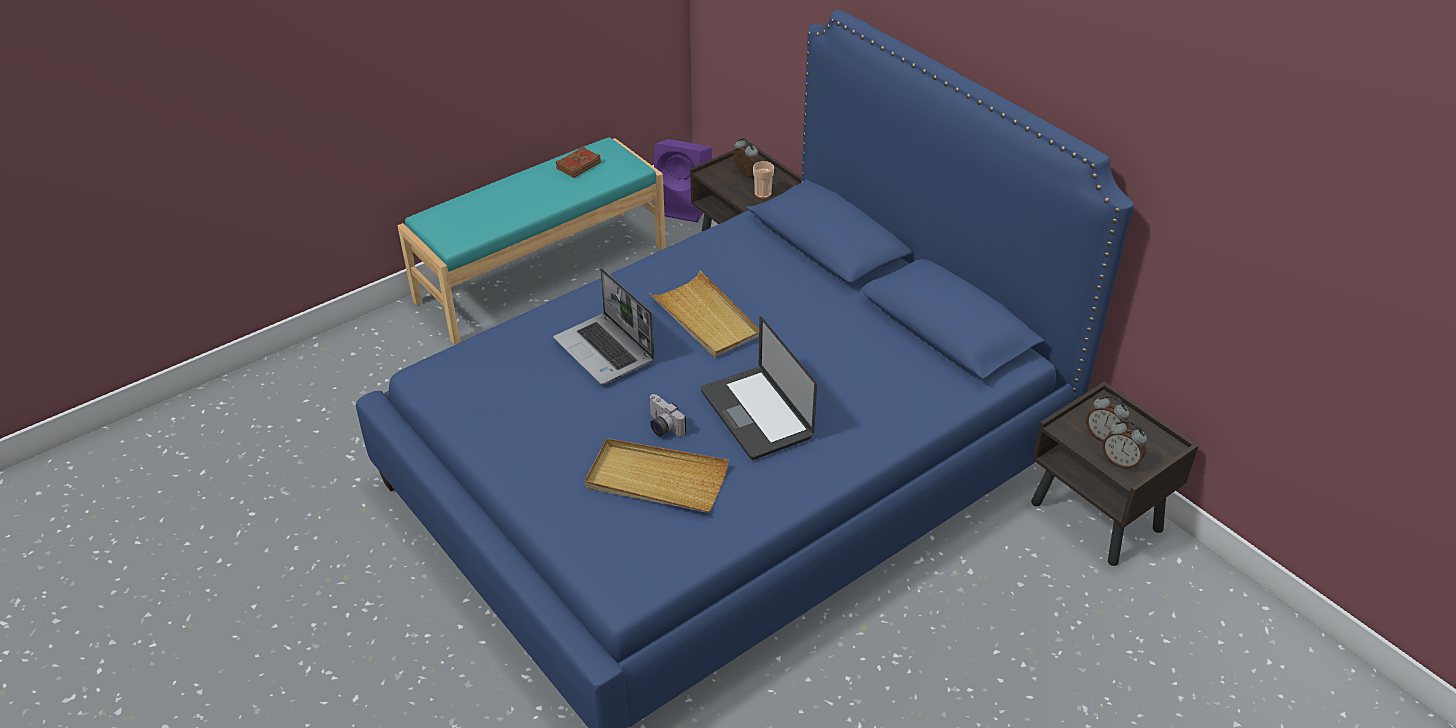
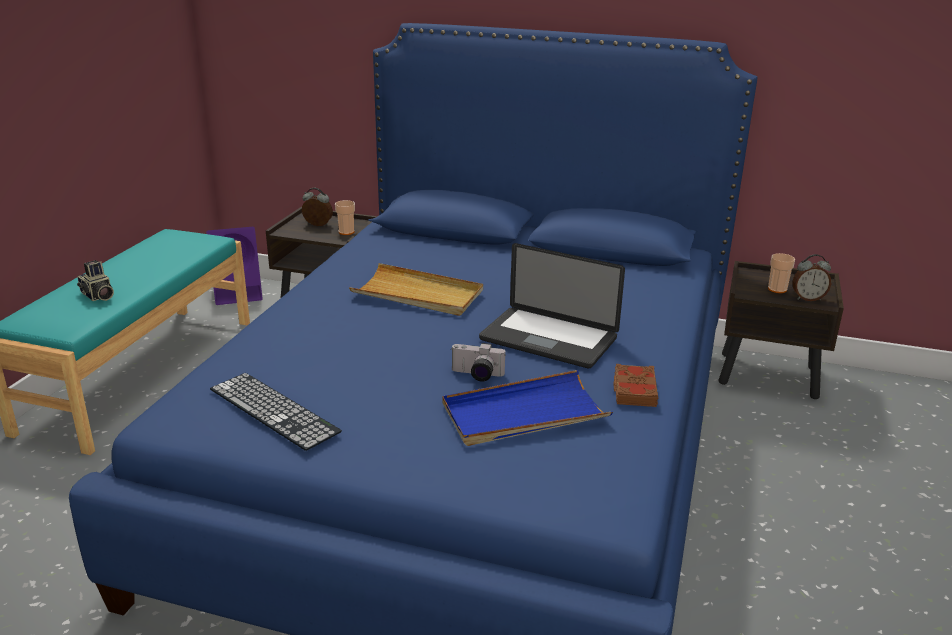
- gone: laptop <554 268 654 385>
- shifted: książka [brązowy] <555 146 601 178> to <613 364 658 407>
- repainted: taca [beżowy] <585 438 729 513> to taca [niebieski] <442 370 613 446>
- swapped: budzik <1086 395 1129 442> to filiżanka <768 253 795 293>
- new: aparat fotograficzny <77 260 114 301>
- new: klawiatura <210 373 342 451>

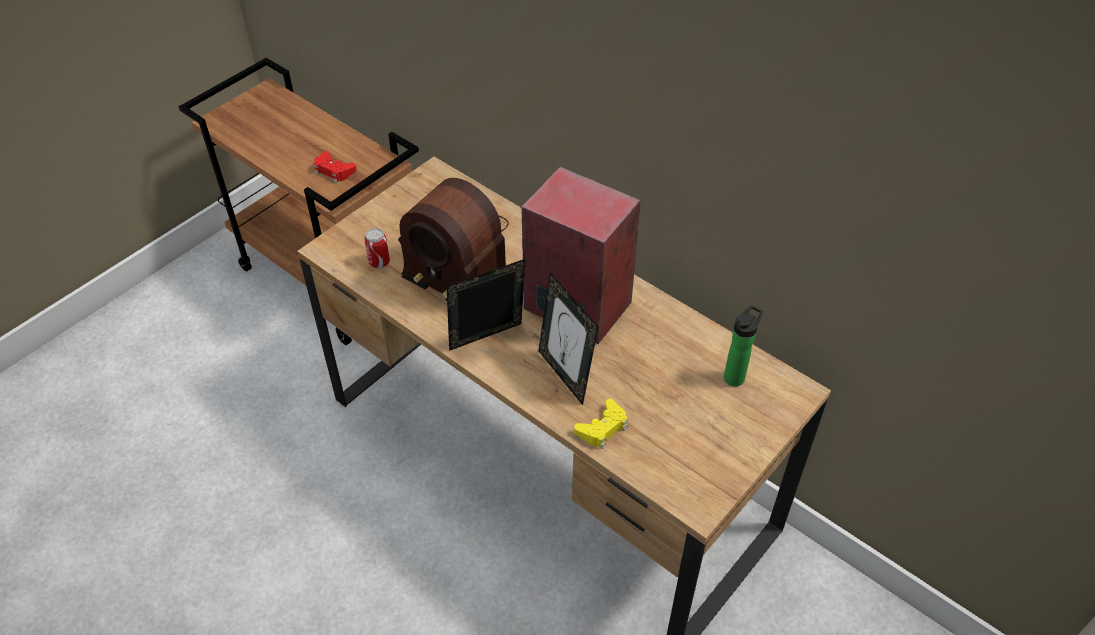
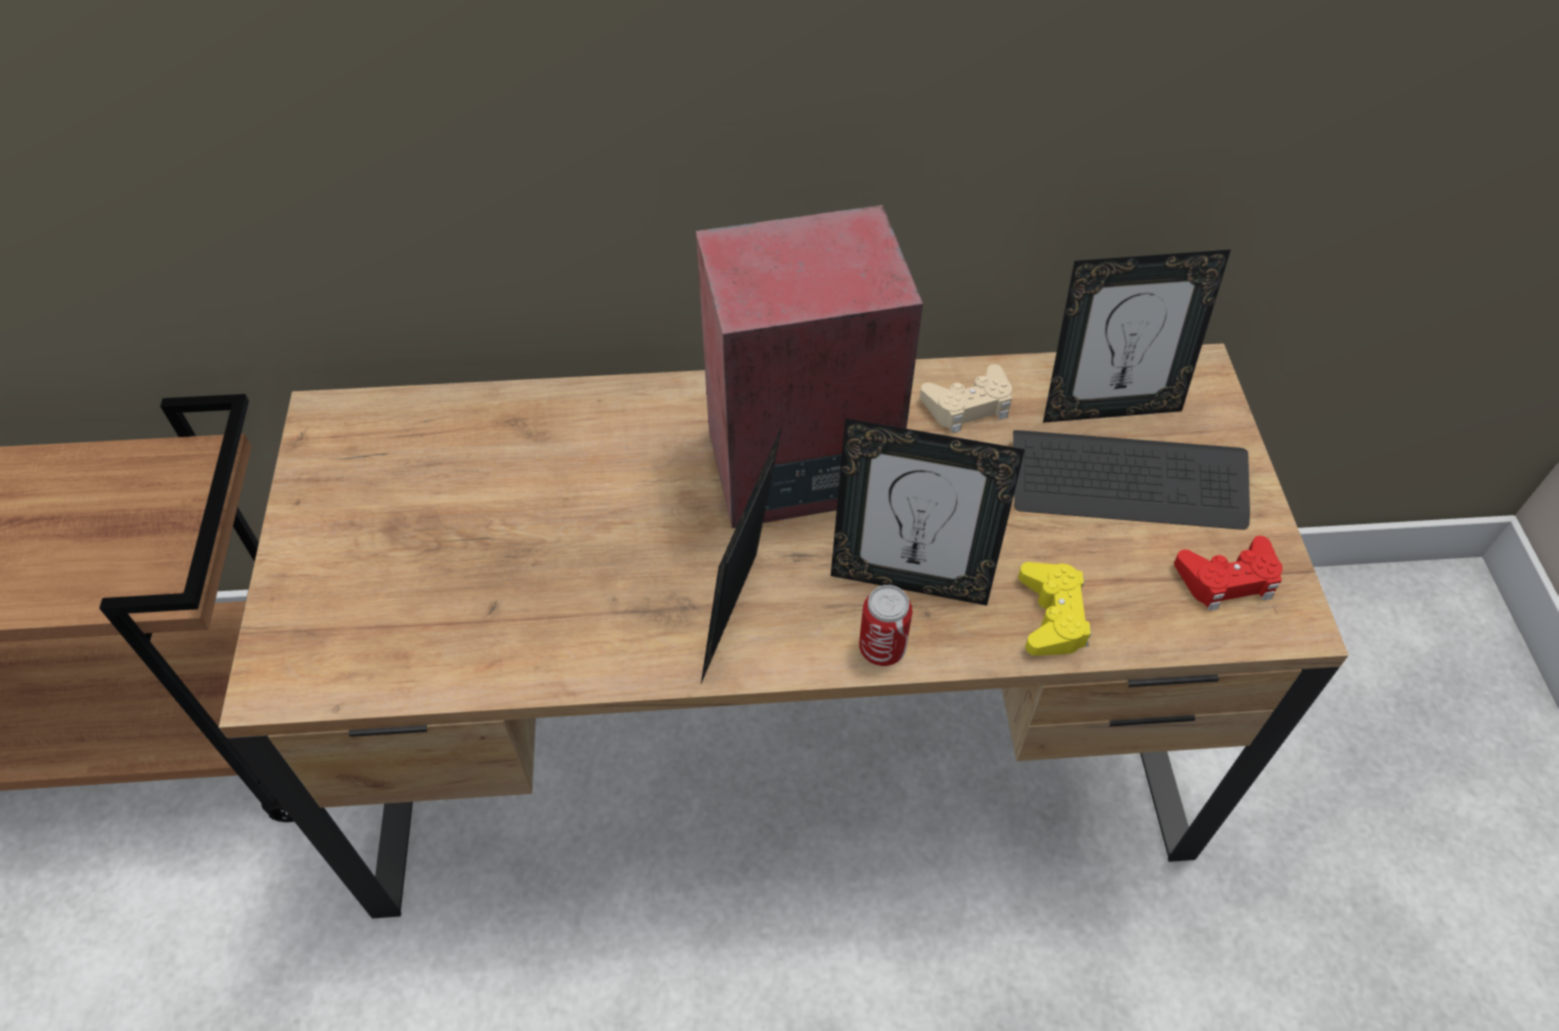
- shifted: pad do gier [czerwony] <314 151 357 183> to <1174 536 1282 611>
- shifted: puszka <364 228 390 268> to <859 585 913 666>
- gone: radio <398 178 509 301>
- swapped: butelka <724 305 763 386> to ramka na zdjęcie <1043 249 1231 423>
- new: pad do gier [beżowy] <920 364 1012 433>
- new: klawiatura <1013 430 1250 530>

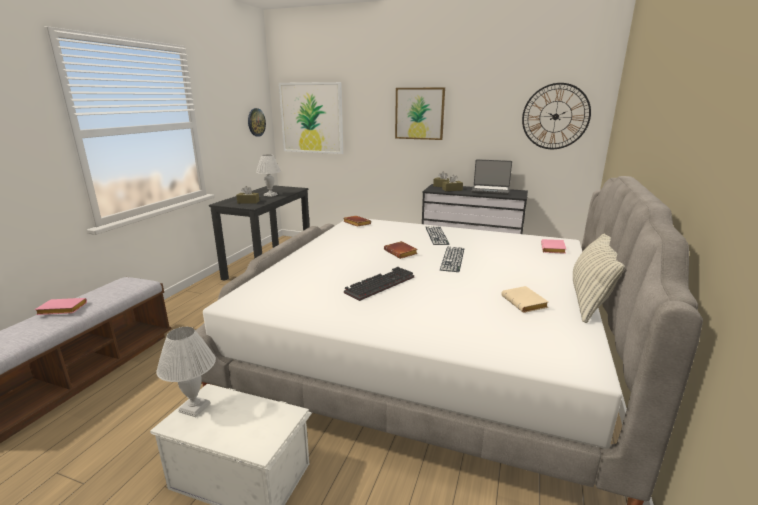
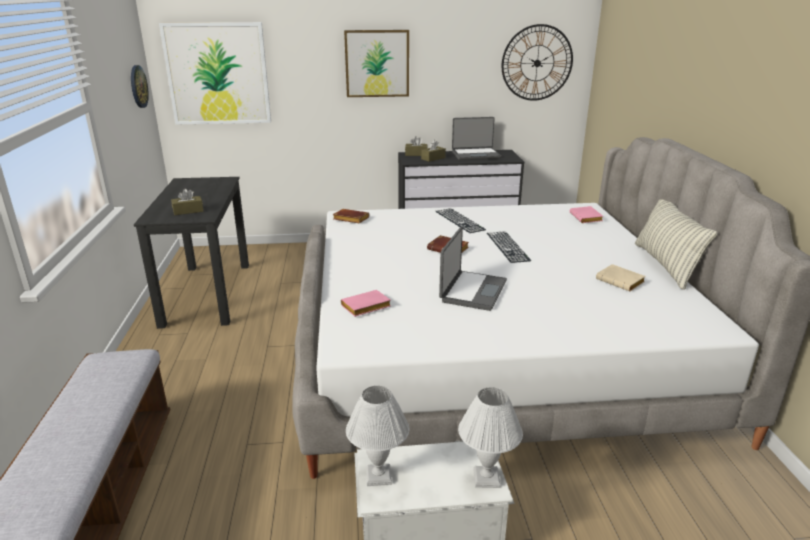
- shifted: książka [różowy] <35 298 87 315> to <341 290 391 317>
- shifted: lampa stołowa [biały] <256 155 281 197> to <458 387 523 488>
- swapped: klawiatura <344 267 414 301> to laptop <439 227 507 311>

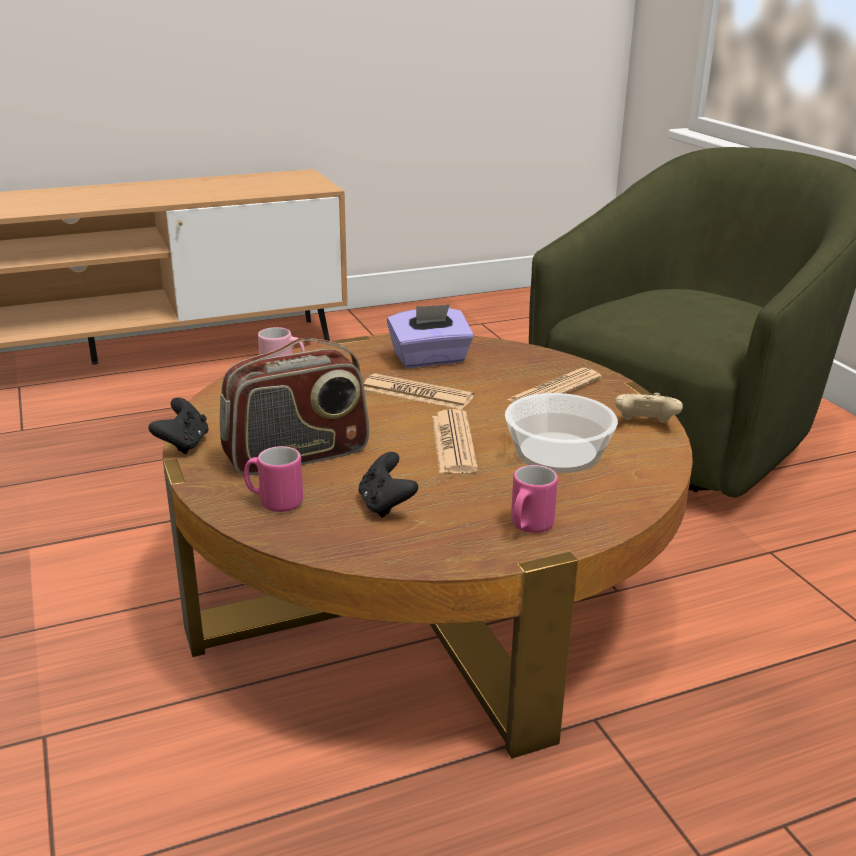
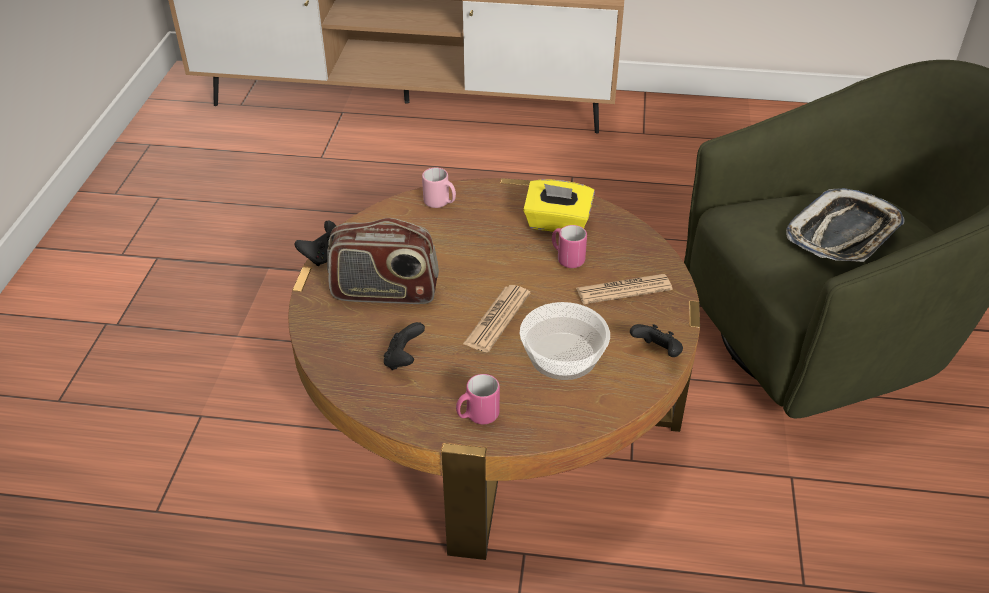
- shifted: kubek [różowy] <244 446 303 512> to <552 225 587 268>
- gone: gazeta <364 373 474 410>
- repainted: pudełko chusteczek [fioletowy] <387 304 474 368> to pudełko chusteczek [żółty] <523 179 595 232>
- repainted: pad do gier [beżowy] <615 393 683 423> to pad do gier [czarny] <630 324 683 357>
- new: taca <786 188 905 262>

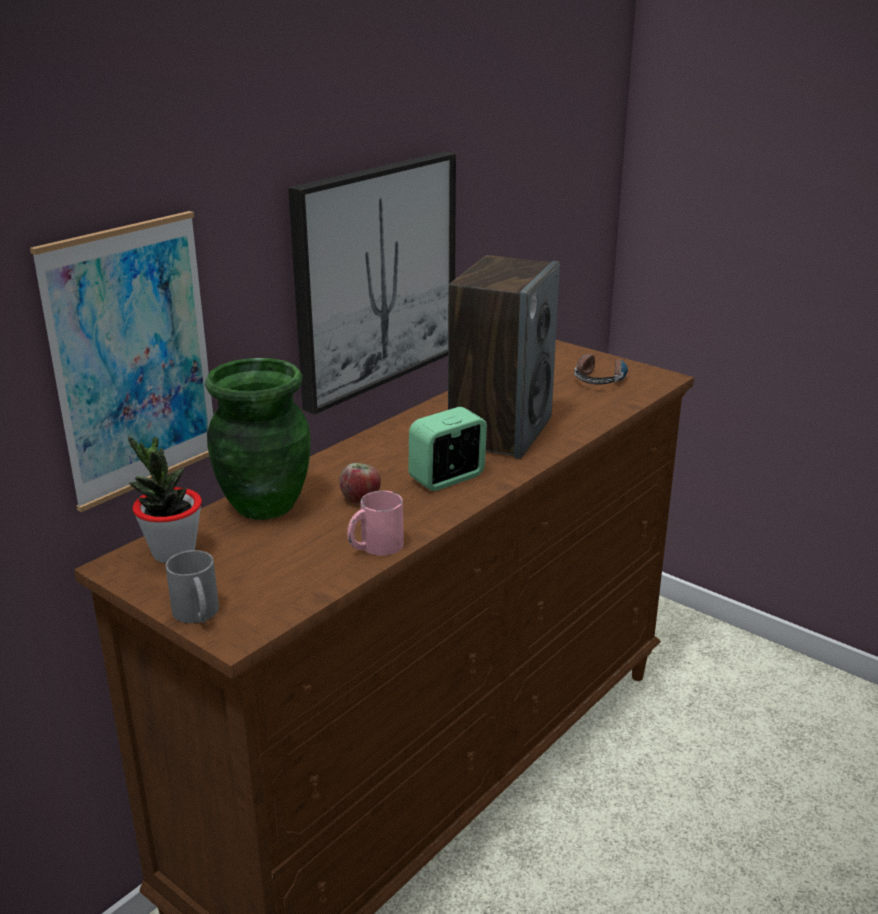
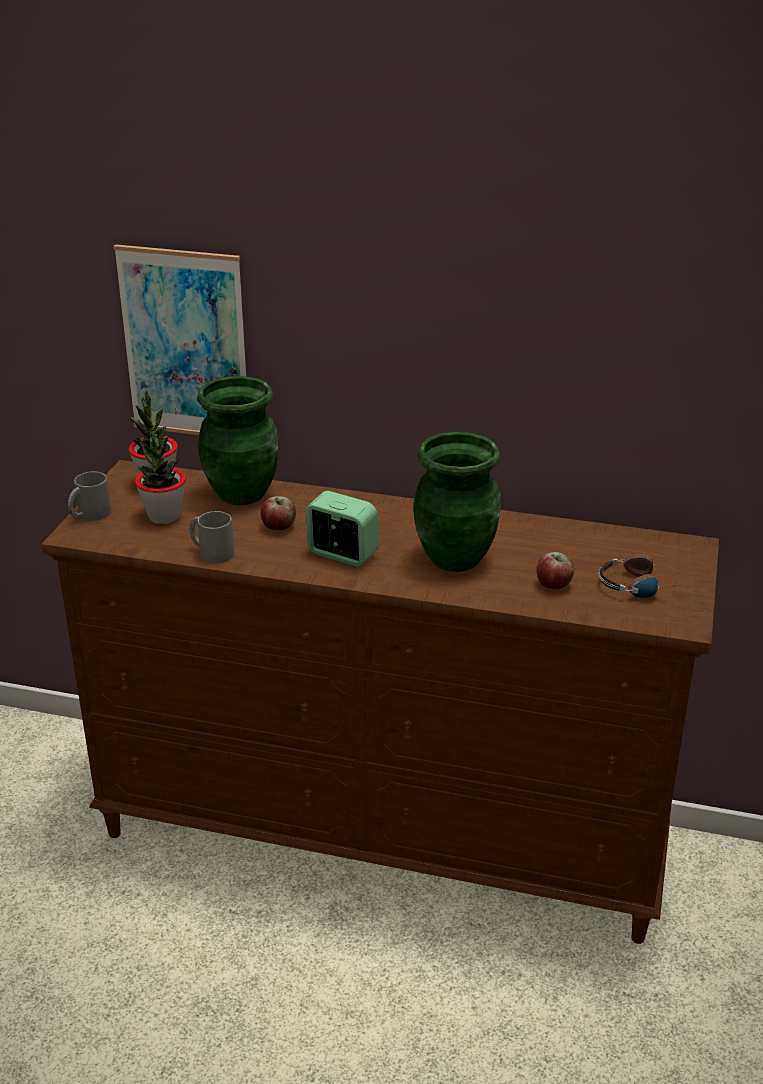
- gone: obraz <288 152 456 415>
- repainted: kubek [różowy] <347 490 404 556> to kubek [szary] <189 511 234 564>
- swapped: głośnik <448 255 560 459> to wazon [zielony] <413 432 501 572>
- new: roślina doniczkowa <135 430 186 524>
- new: jabłko <536 552 574 589>

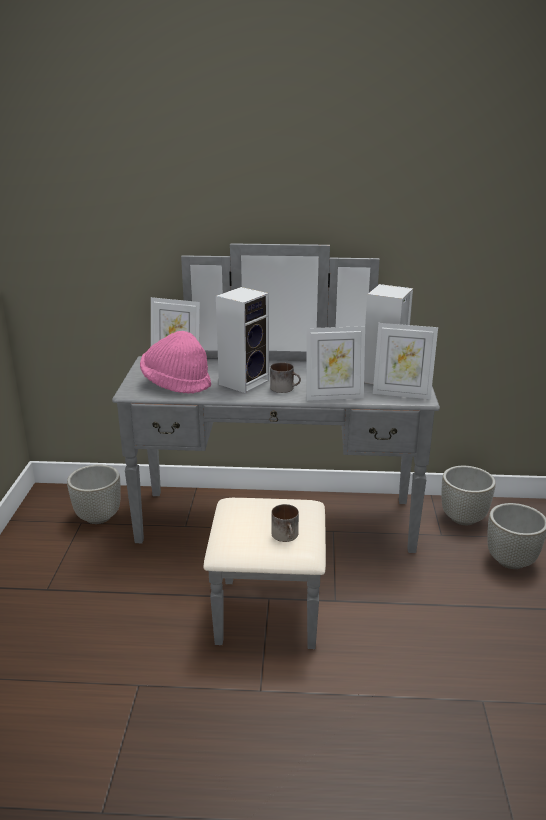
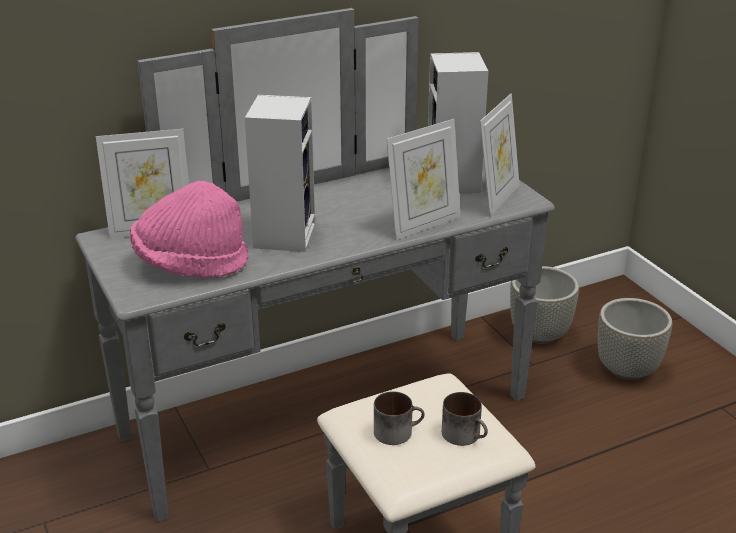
- gone: donica [szary] <67 464 121 524>
- shifted: kubek <270 362 301 393> to <374 391 425 445>
- rotated: ramka na zdjęcie <373 323 438 399> = <480 93 520 217> 45 degrees counterclockwise

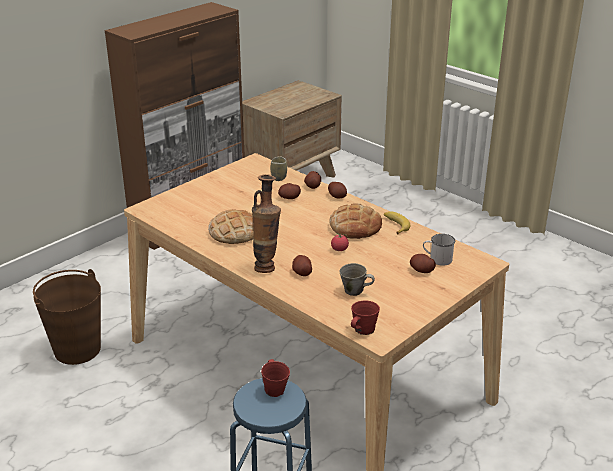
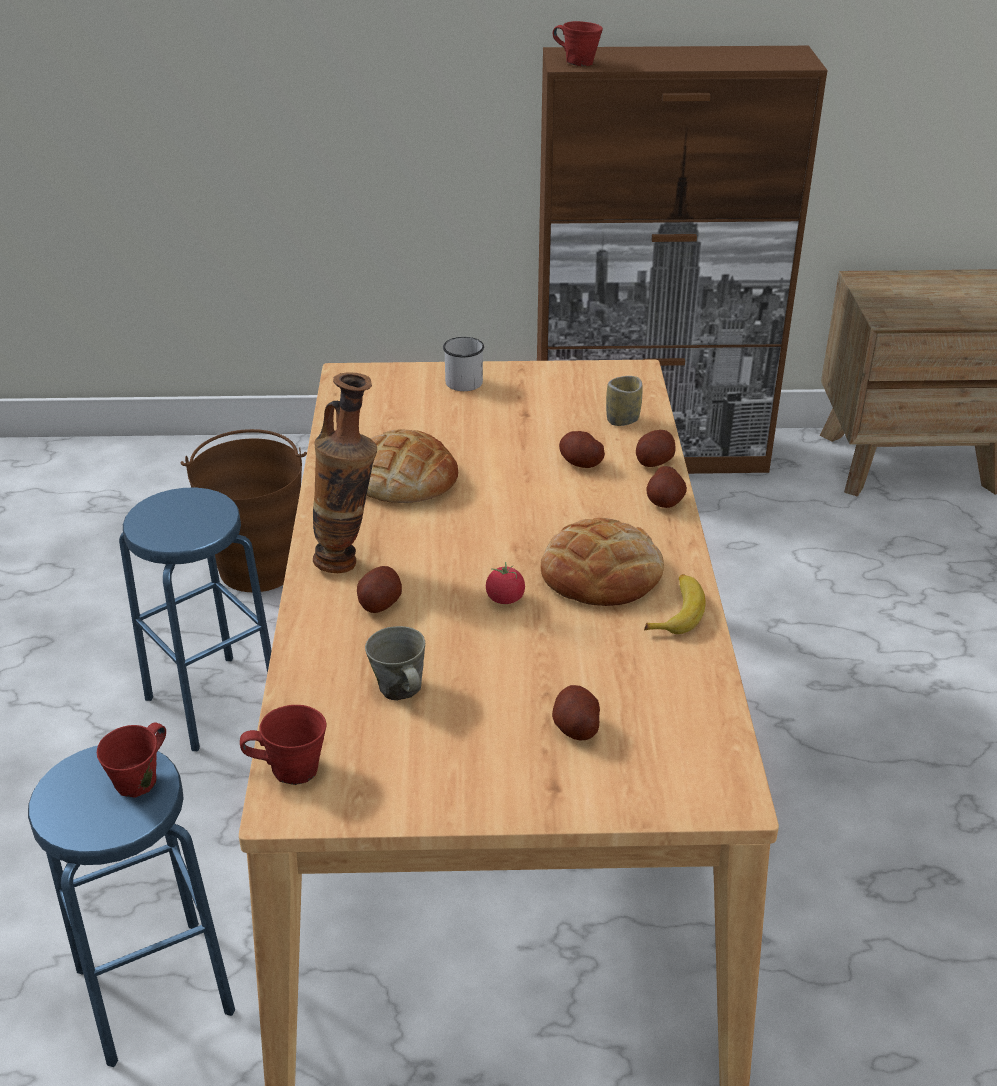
- shifted: kubek [biały] <423 234 455 266> to <443 337 484 391>
- new: stołek [niebieski] <119 488 272 751>
- new: kubek [czerwony] <553 21 603 66>

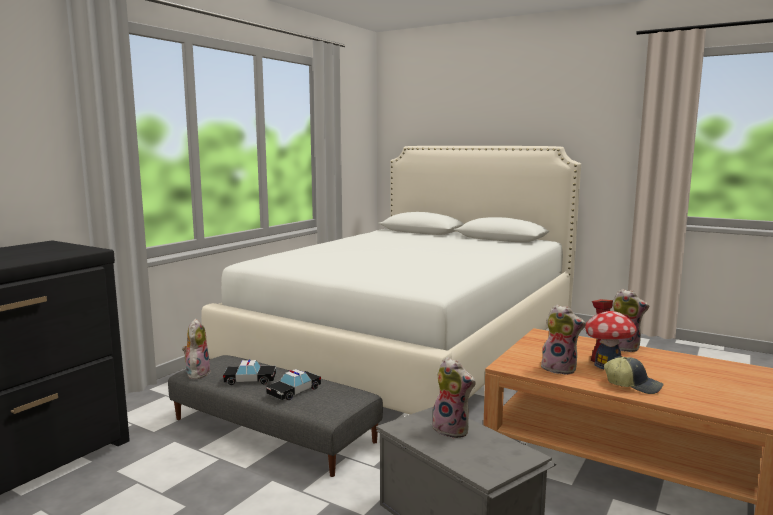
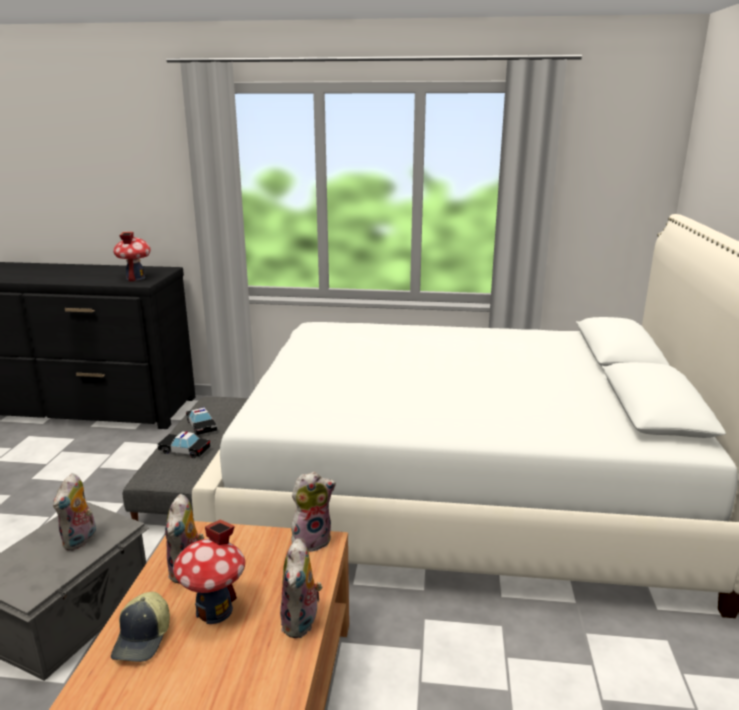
- shifted: pluszak <182 319 211 379> to <291 472 336 552>
- new: domek <113 232 150 282>

